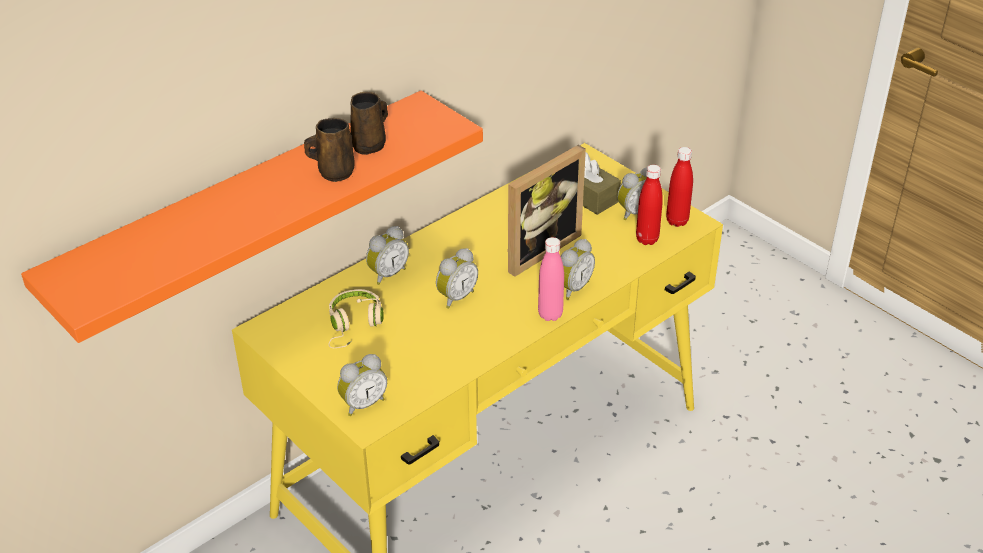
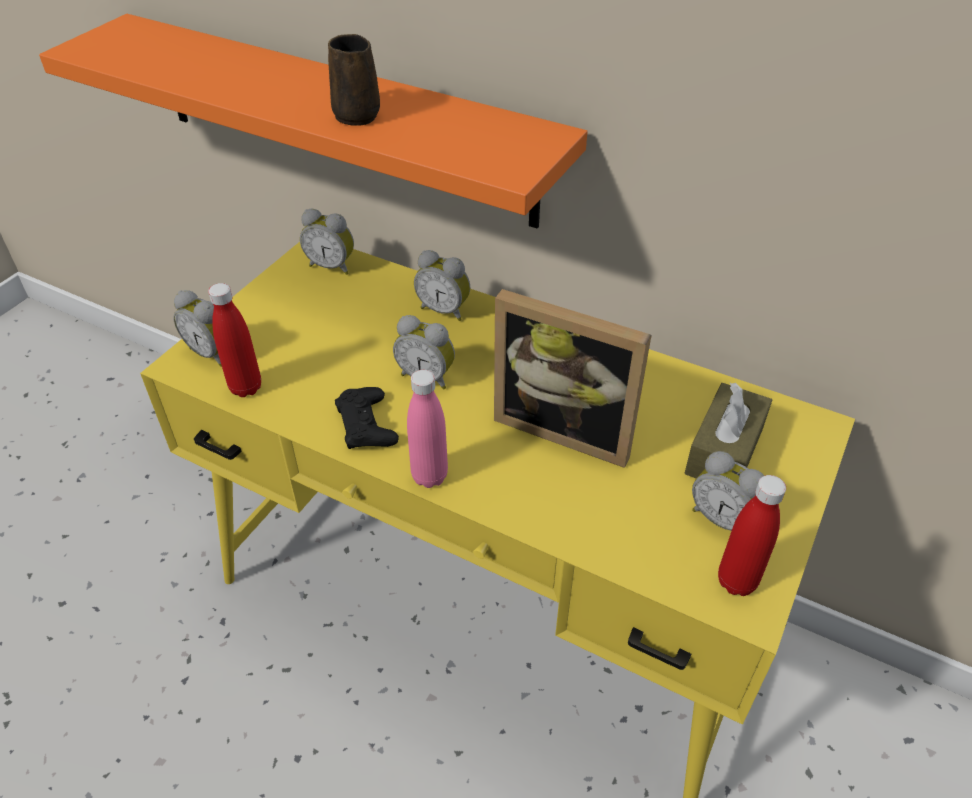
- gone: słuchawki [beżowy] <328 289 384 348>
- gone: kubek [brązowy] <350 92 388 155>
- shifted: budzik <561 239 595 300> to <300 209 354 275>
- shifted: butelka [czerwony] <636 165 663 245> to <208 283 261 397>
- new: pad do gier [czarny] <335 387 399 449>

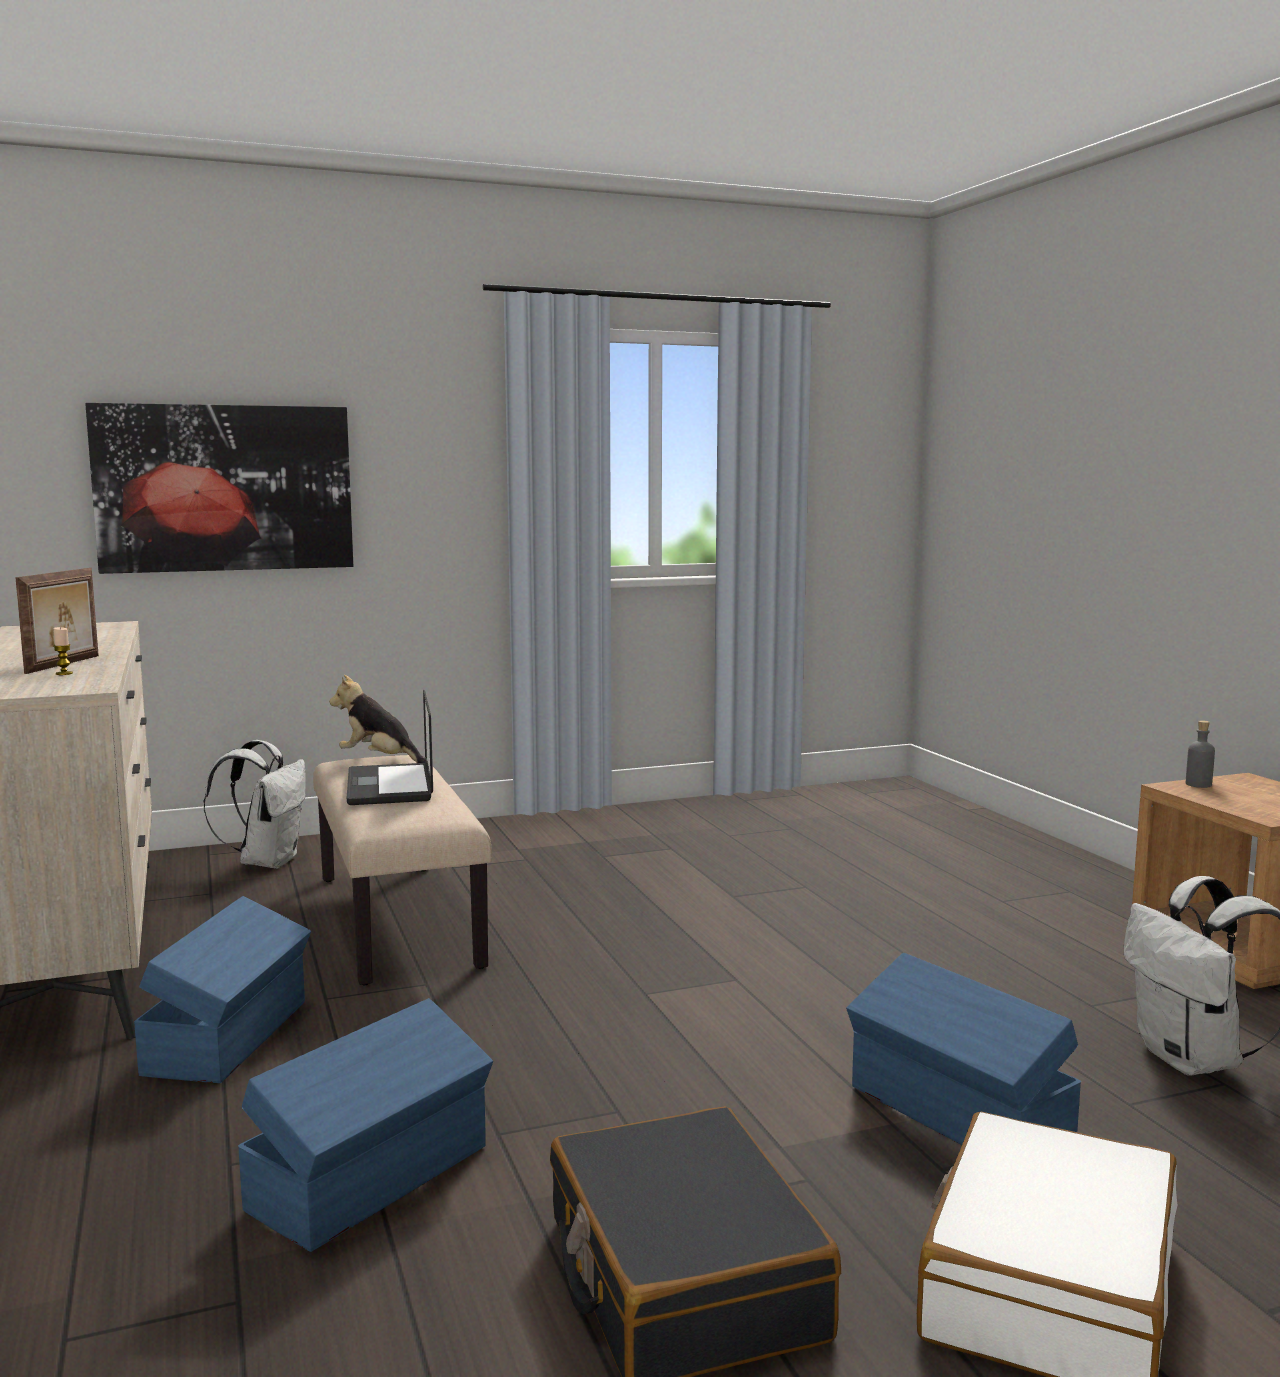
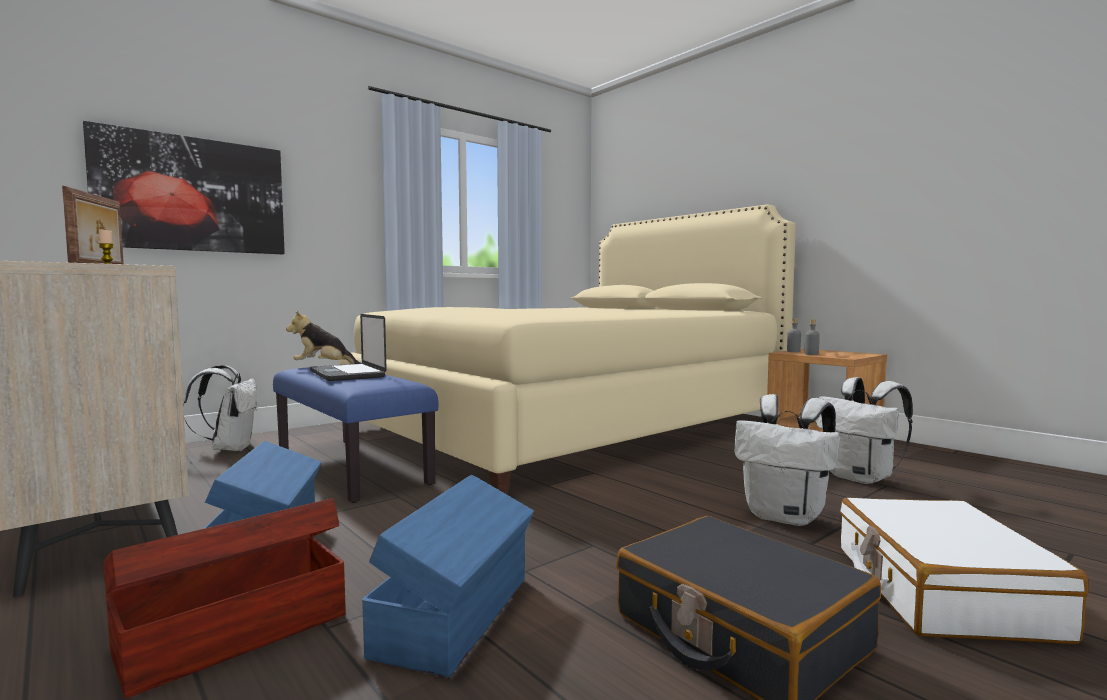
- repainted: ławka [beżowy] <313 755 492 985> to ławka [niebieski] <273 367 438 503>
- swapped: pojemnik do przechowywania [niebieski] <846 953 1081 1145> to plecak [biały] <734 394 840 526>
- new: pojemnik do przechowywania [brązowy] <103 498 346 698>
- new: łóżko [beżowy] <339 205 796 495>
- new: butelka [szary] <805 319 820 355>

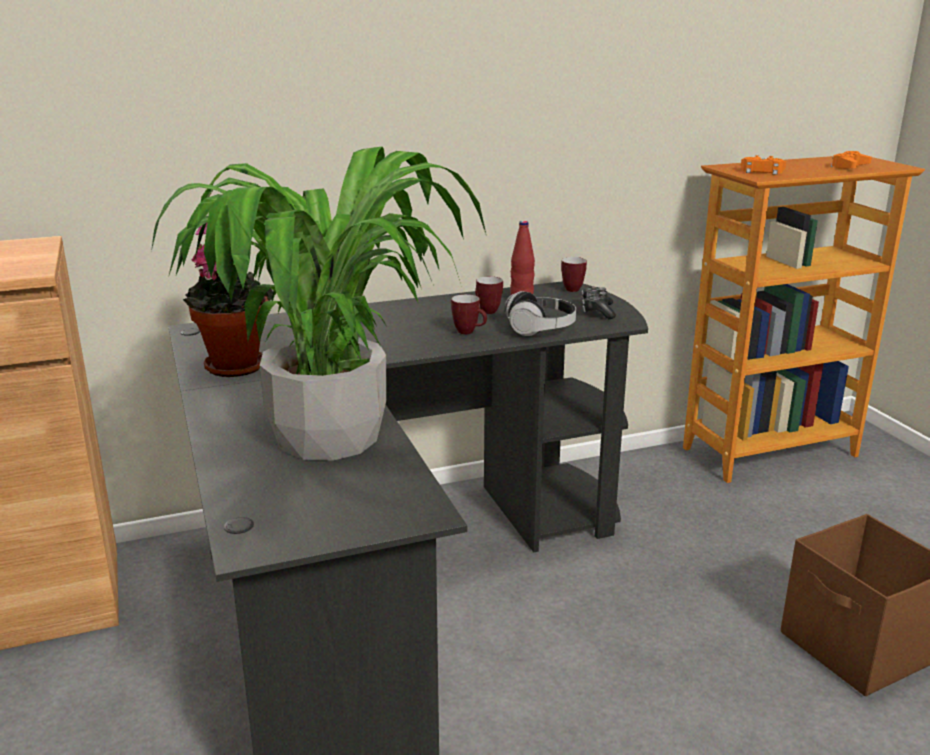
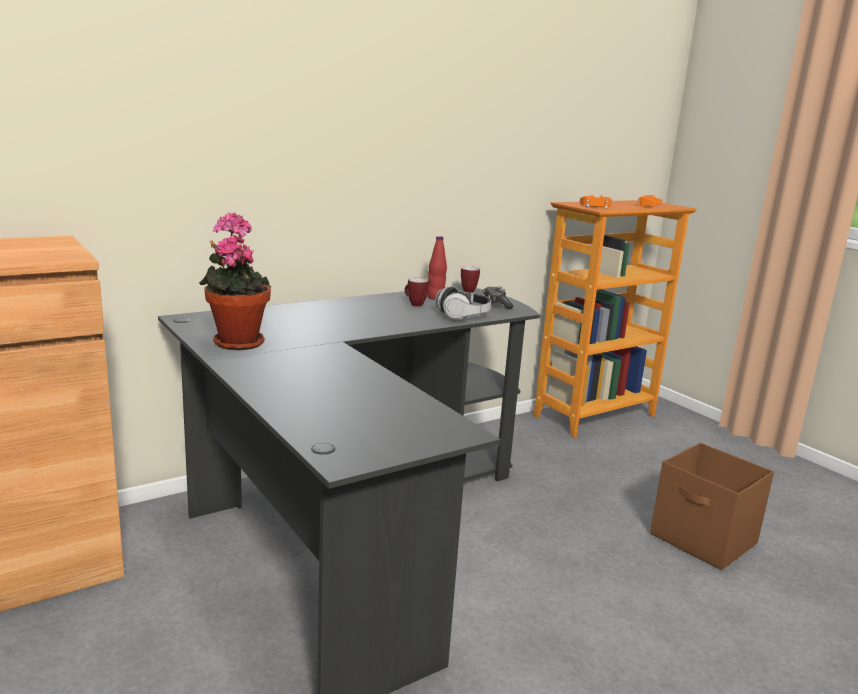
- gone: roślina doniczkowa <151 147 486 461>
- gone: kubek <451 294 487 334>

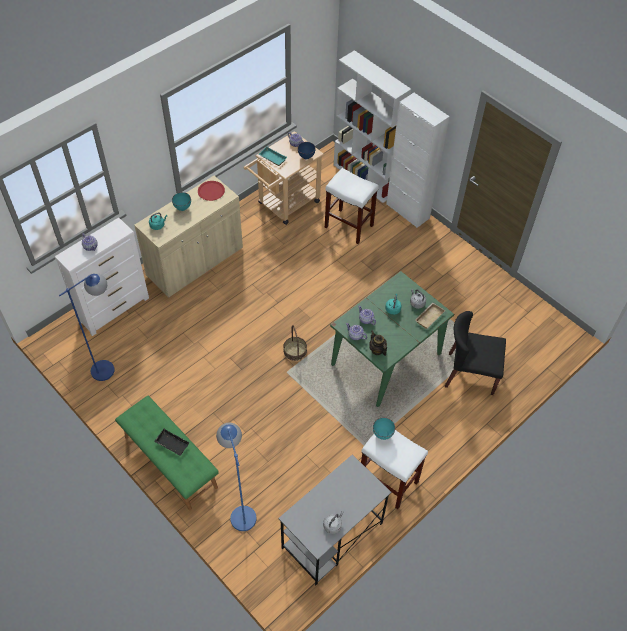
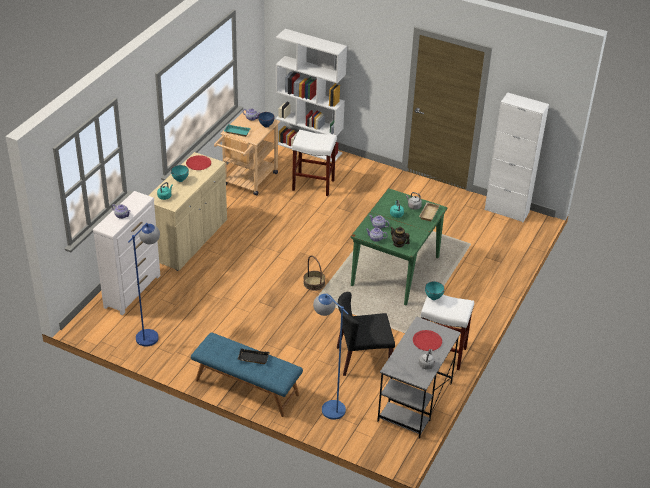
- repainted: ławka [zielony] <115 396 219 510> to ławka [niebieski] <191 332 303 417>
- shifted: szafka [biały] <386 93 450 228> to <485 93 549 222>
- shifted: krzesło [czarny] <445 311 506 395> to <337 292 395 376>
- new: talerz [czerwony] <413 330 442 351>

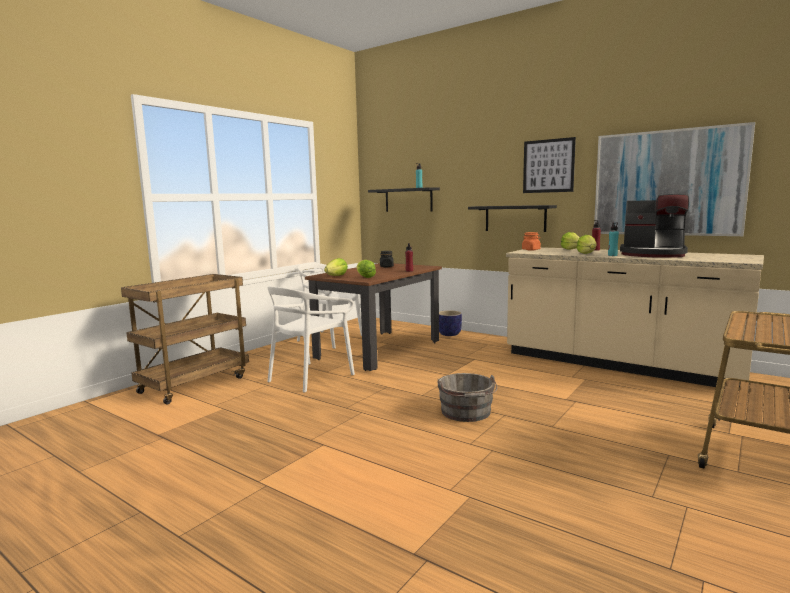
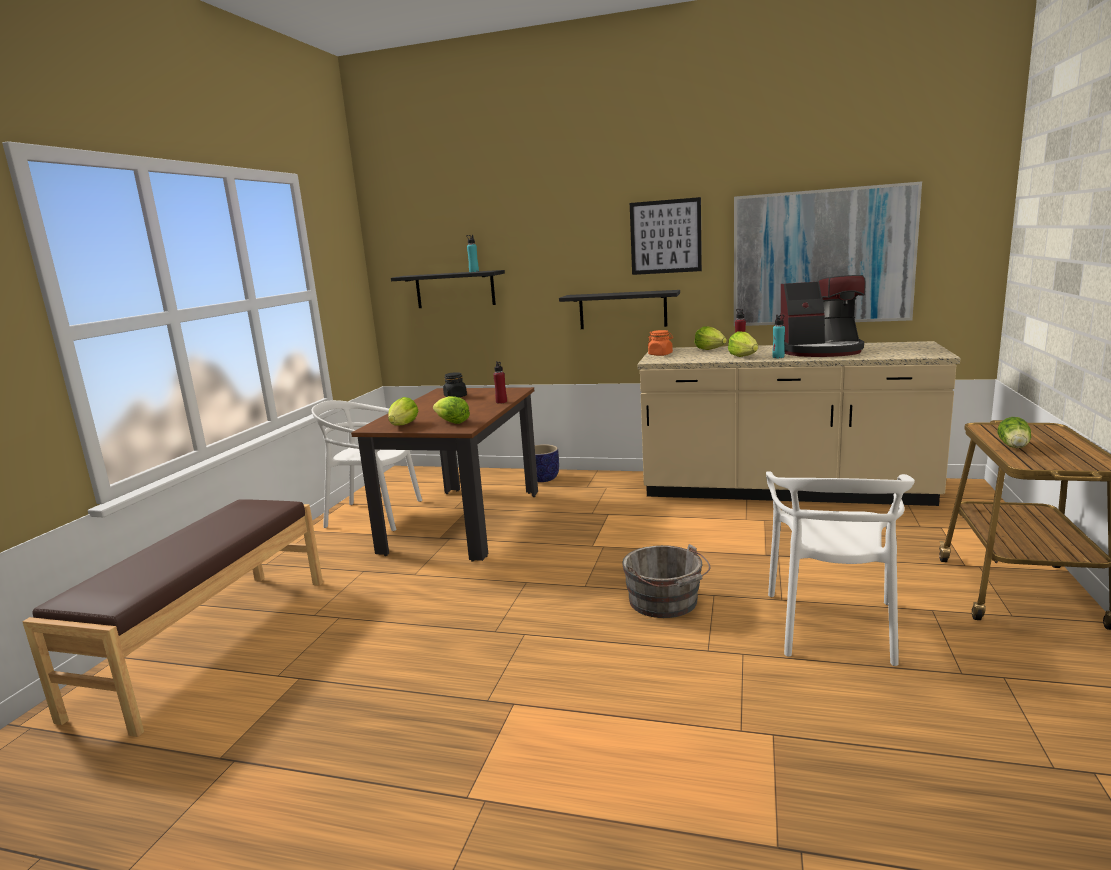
- swapped: wózek [brązowy] <121 274 249 405> to ławka [brązowy] <22 499 323 737>
- shifted: krzesło [biały] <267 287 355 393> to <766 471 915 666>
- new: sałata <997 417 1031 448>

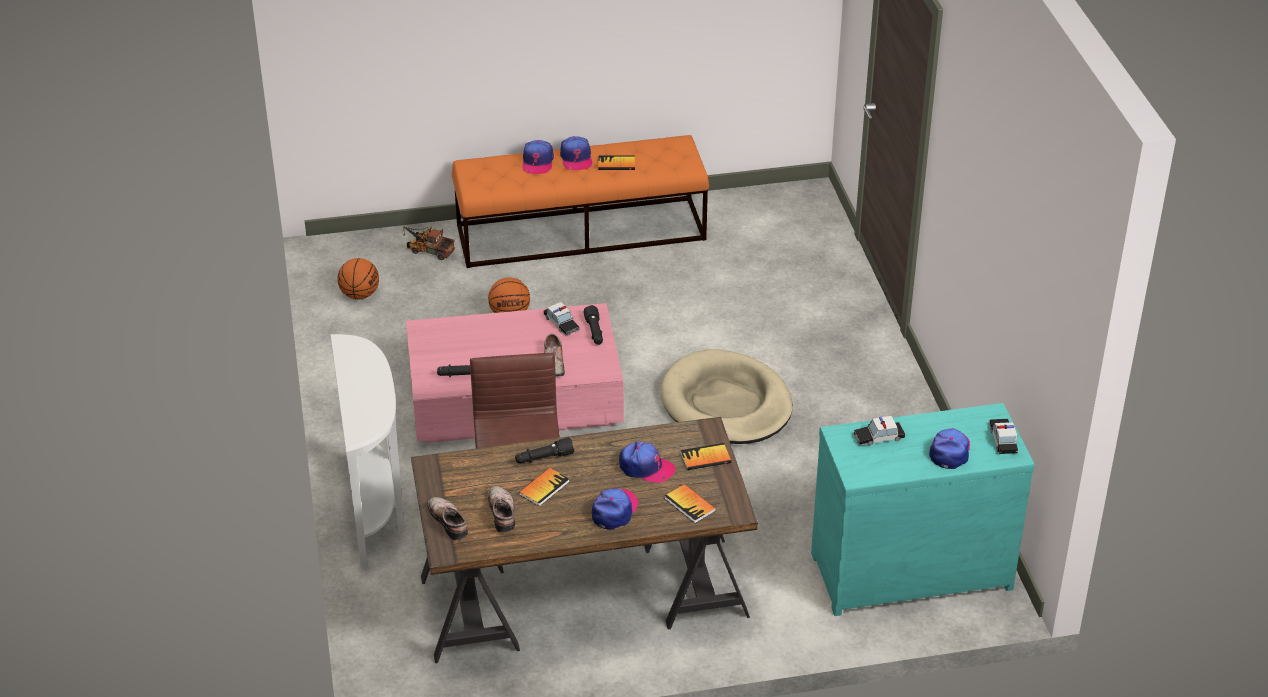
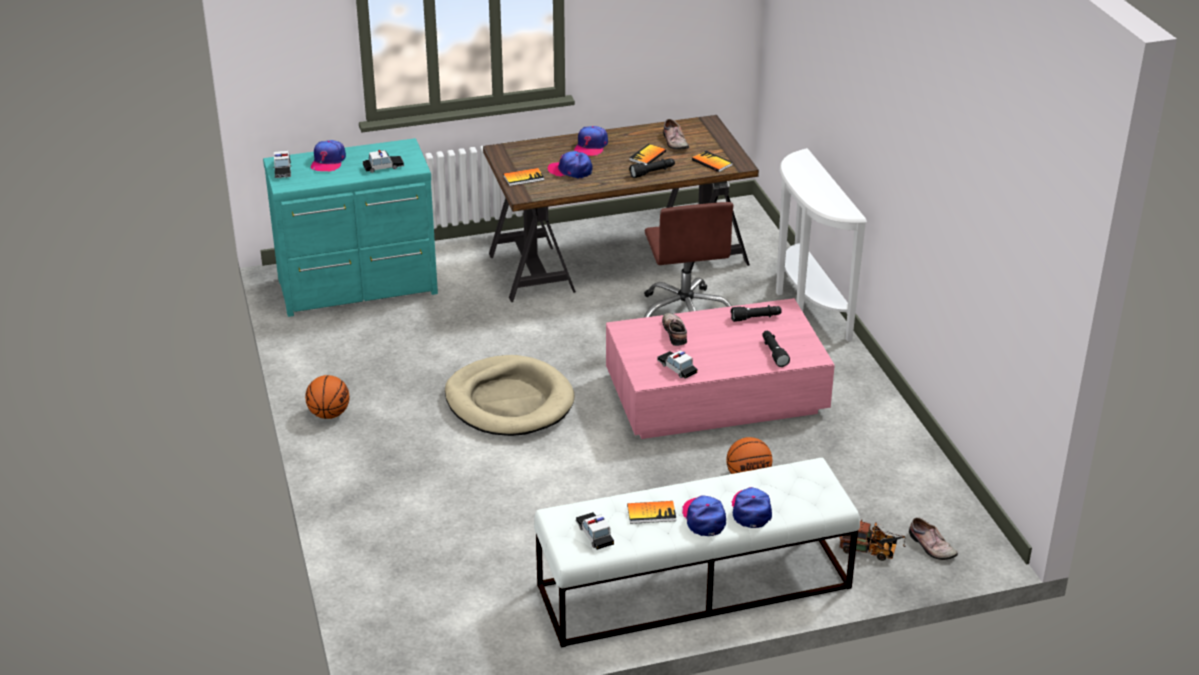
- shifted: piłka do koszykówki <337 258 379 299> to <305 375 350 419>
- shifted: but <427 497 468 540> to <909 517 958 560>
- repainted: ławka [pomarańczowy] <452 135 709 268> to ławka [biały] <534 458 860 648>
- shifted: latarka [czarny] <583 305 603 345> to <762 331 790 367>
- shifted: książka <665 484 716 523> to <692 151 733 172>
- new: samochodzik <575 512 614 550>

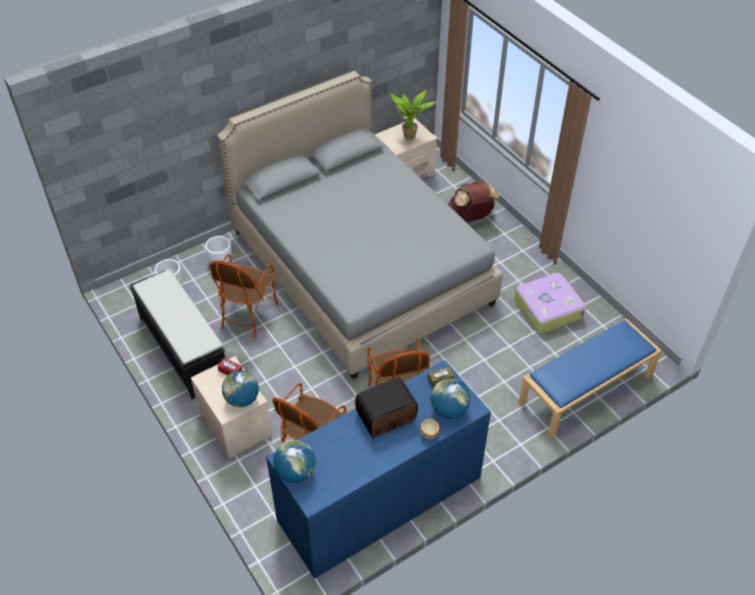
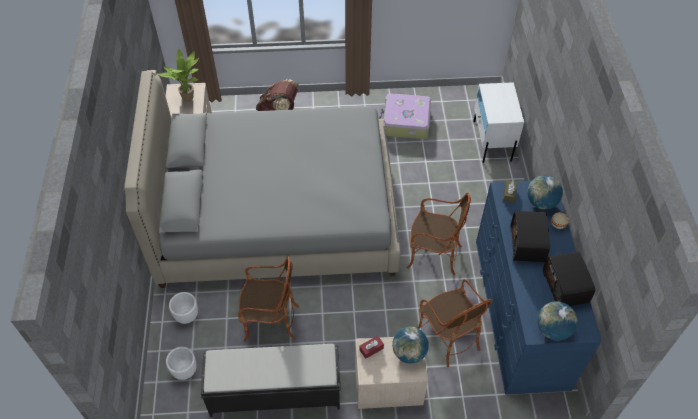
- rotated: fotel <209 254 279 338> = <238 256 299 342> 45 degrees counterclockwise
- swapped: ławka [niebieski] <518 318 662 438> to szafka nocna [biały] <473 82 524 163>
- new: radio <543 251 595 306>

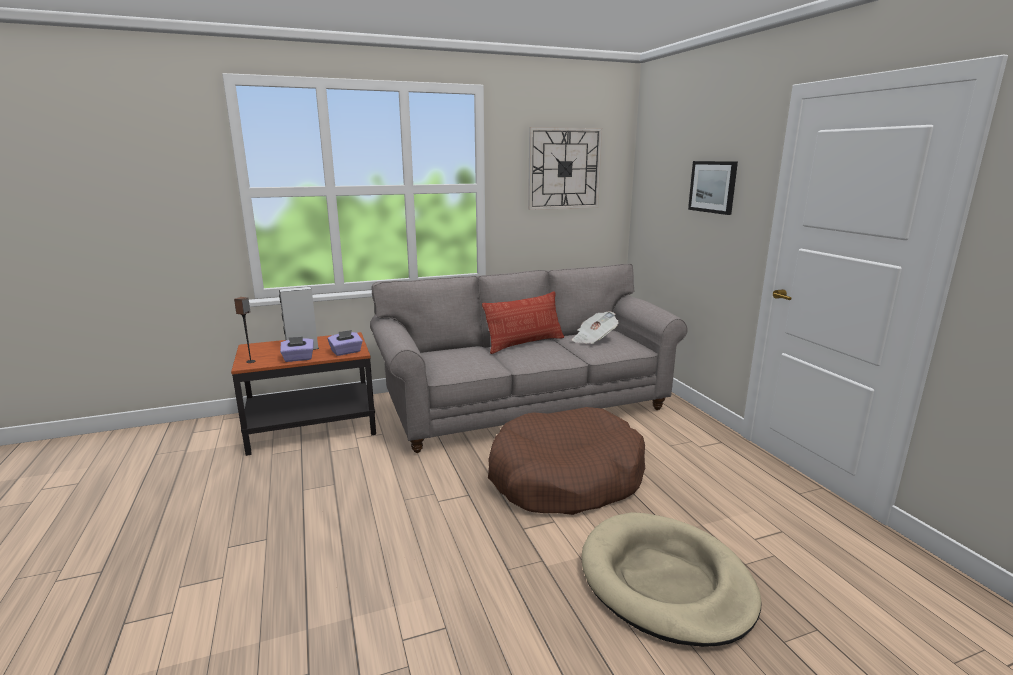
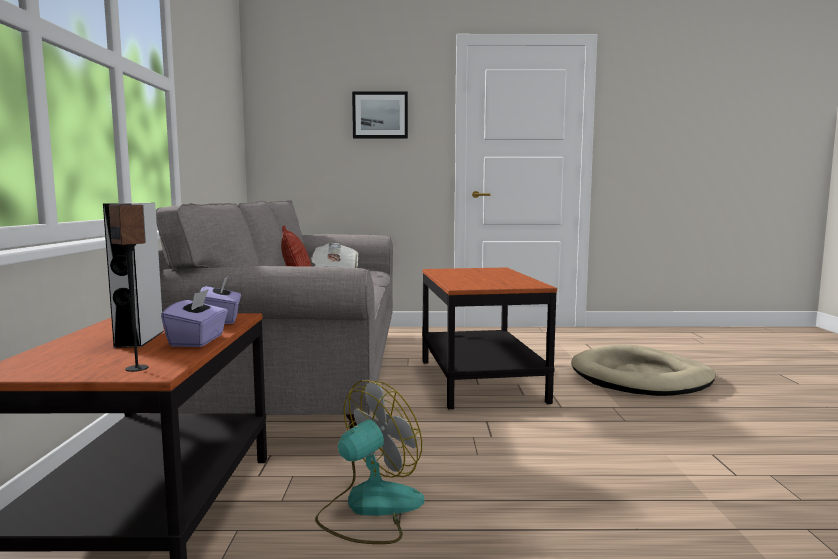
- swapped: legowisko [brązowy] <488 407 645 515> to stolik <422 268 557 409>
- gone: zegar ścienny <528 127 602 210>
- new: wentylator <315 380 425 544>

